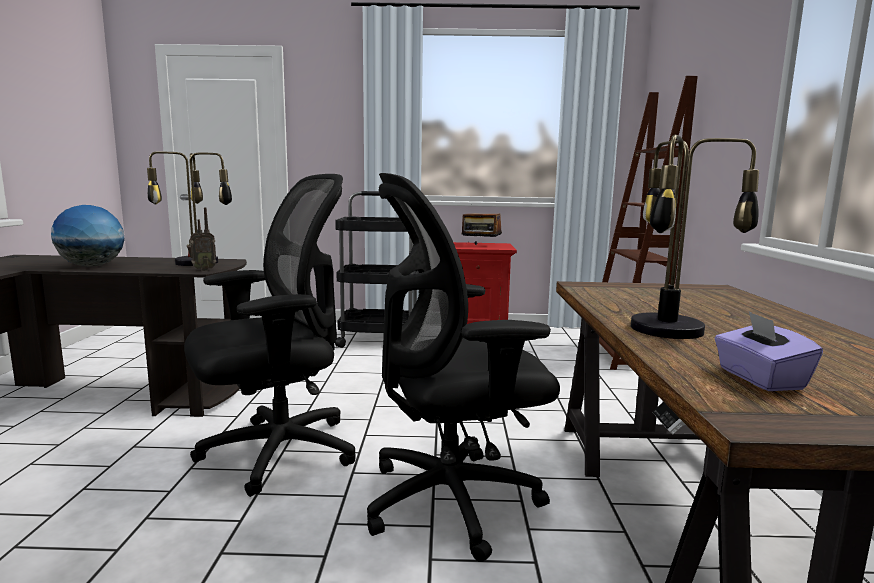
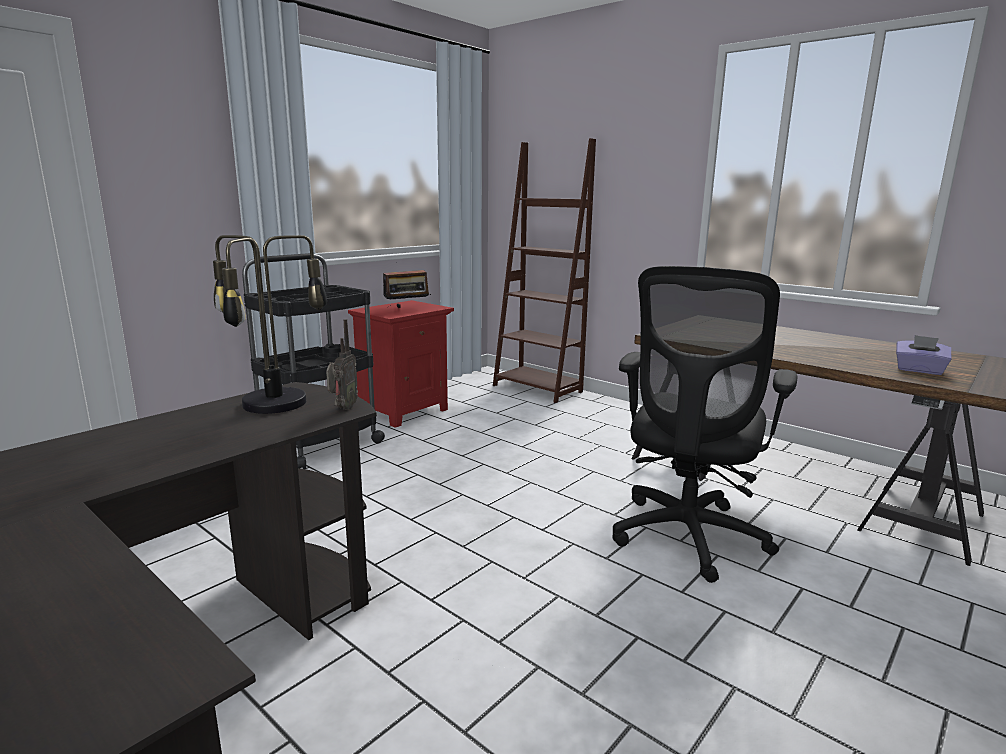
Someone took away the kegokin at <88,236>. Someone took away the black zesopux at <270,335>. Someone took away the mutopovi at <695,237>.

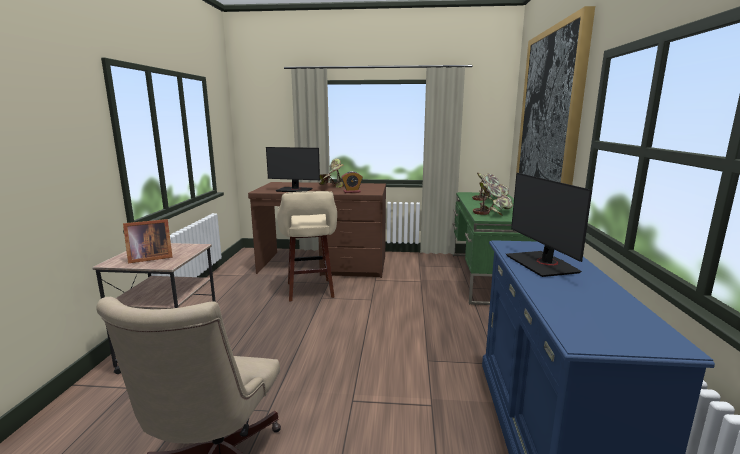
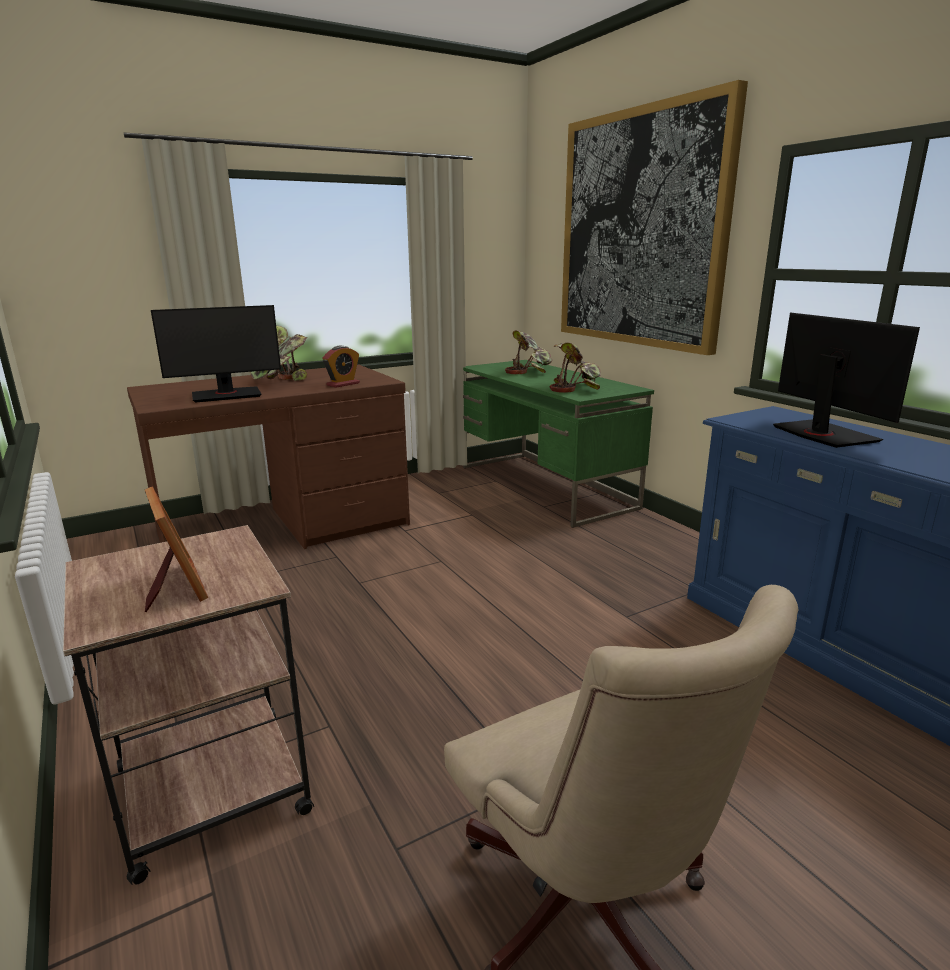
Someone rotated the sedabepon at <148,241> by 60 degrees counterclockwise. Someone took away the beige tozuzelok at <307,246>. Someone rotated the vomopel at <549,225> by 150 degrees counterclockwise.

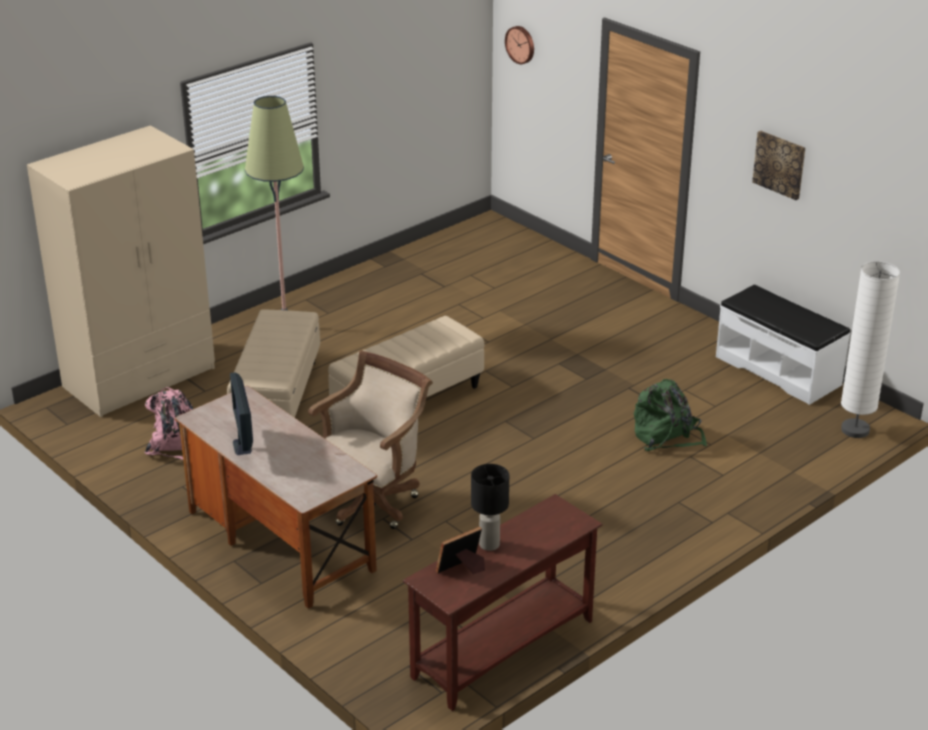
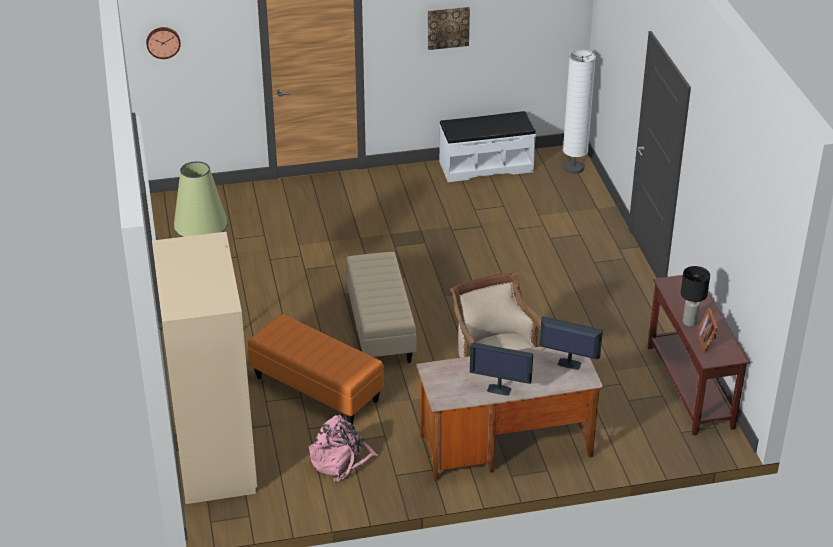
Someone repainted the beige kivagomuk at <273,363>, which became the orange kivagomuk at <316,369>. Someone took away the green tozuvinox at <670,415>. Someone put down the vomopel at <571,343>.

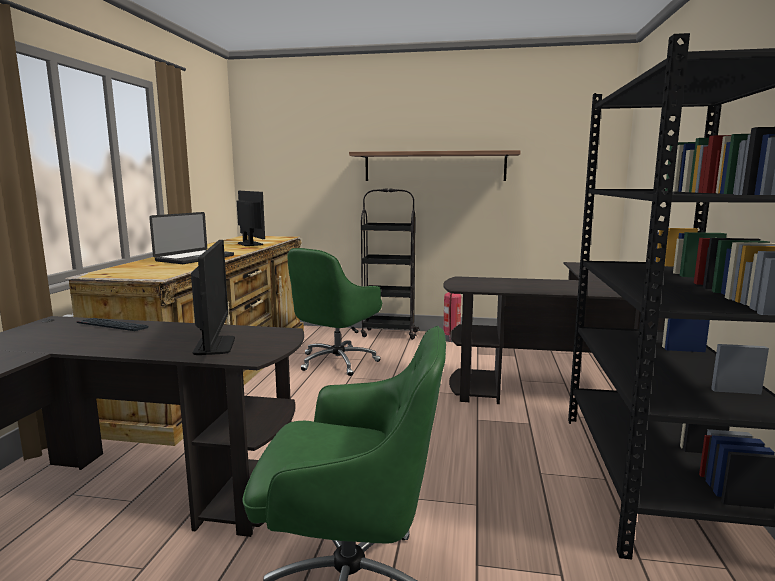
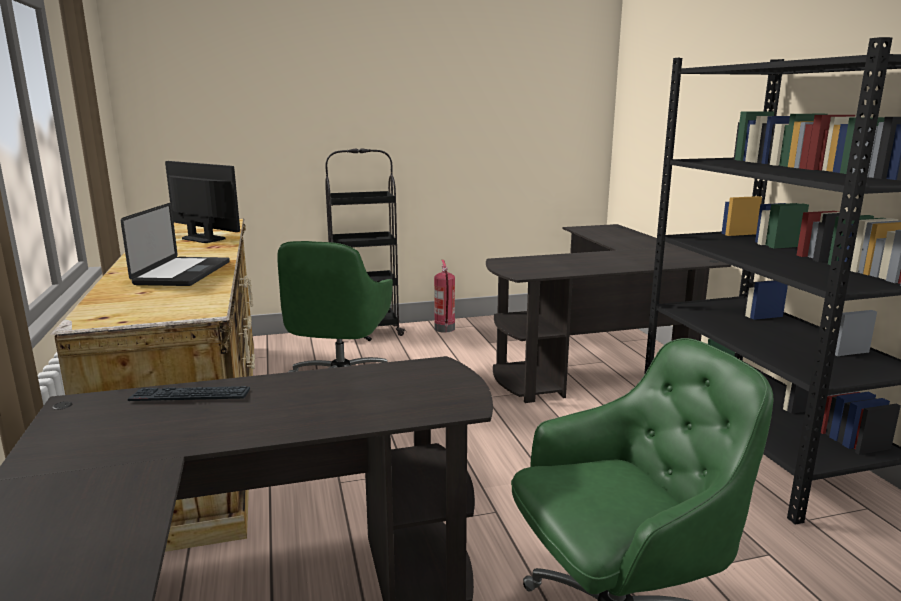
Someone took away the vomopel at <213,297>. Someone took away the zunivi at <435,165>.

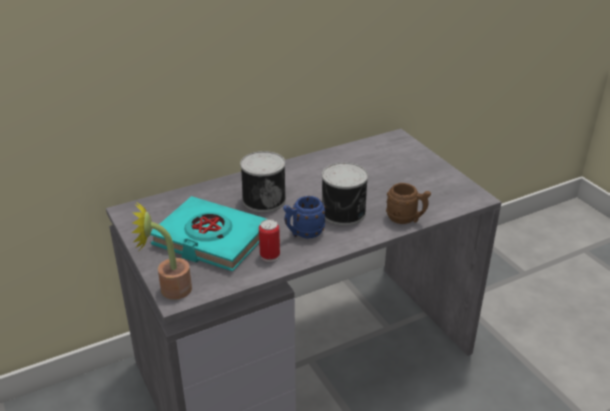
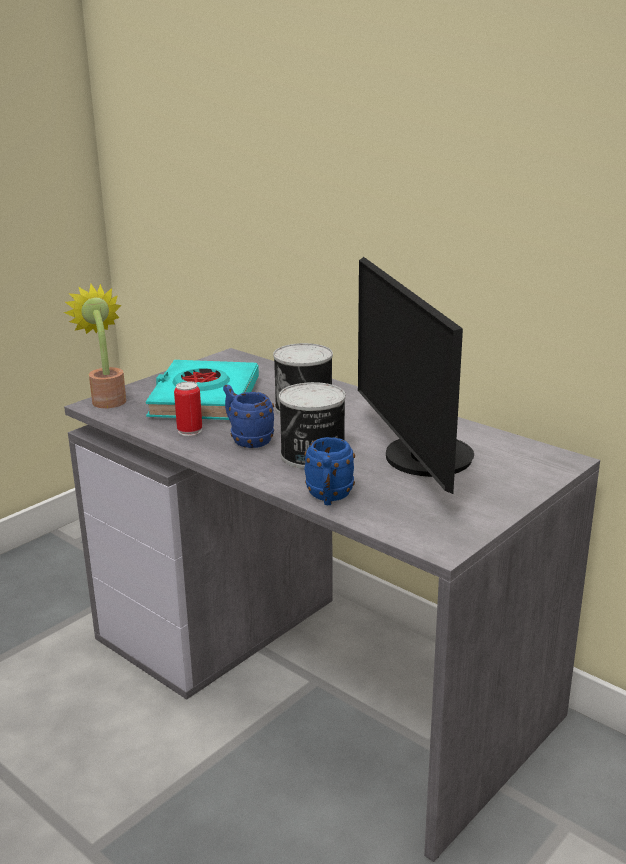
Someone repainted the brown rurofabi at <408,203>, which became the blue rurofabi at <329,471>. Someone put down the vomopel at <416,375>.

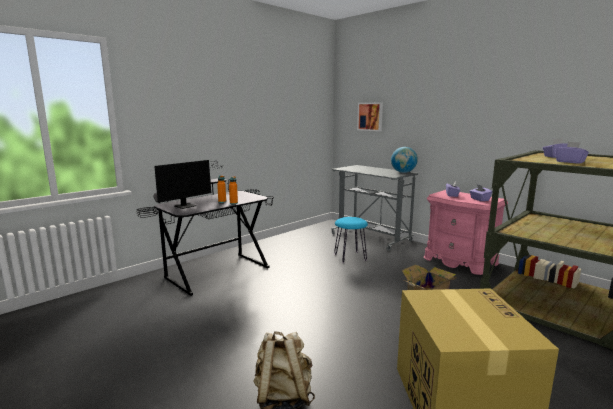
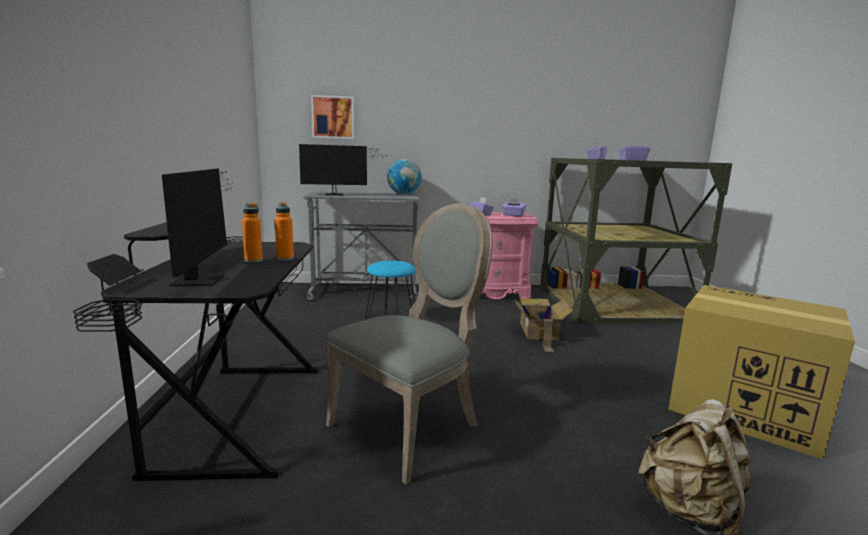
Someone put down the vomopel at <340,170>. Someone put down the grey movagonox at <409,344>.

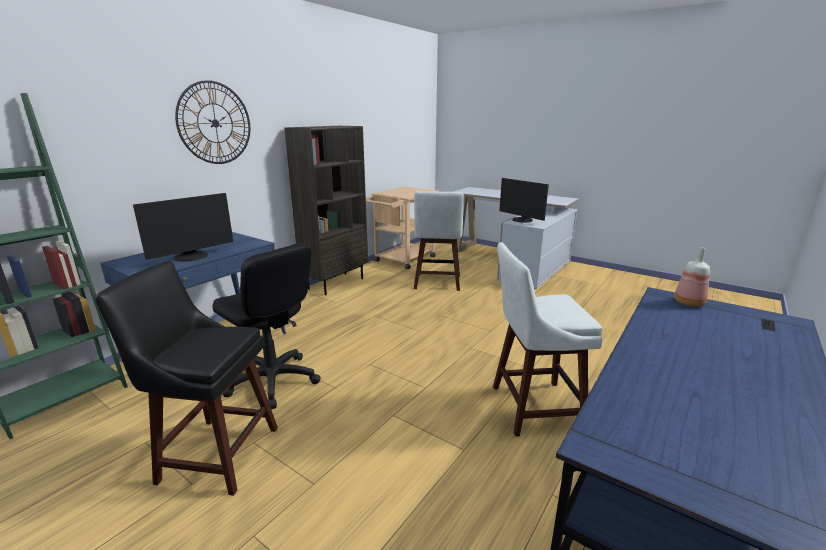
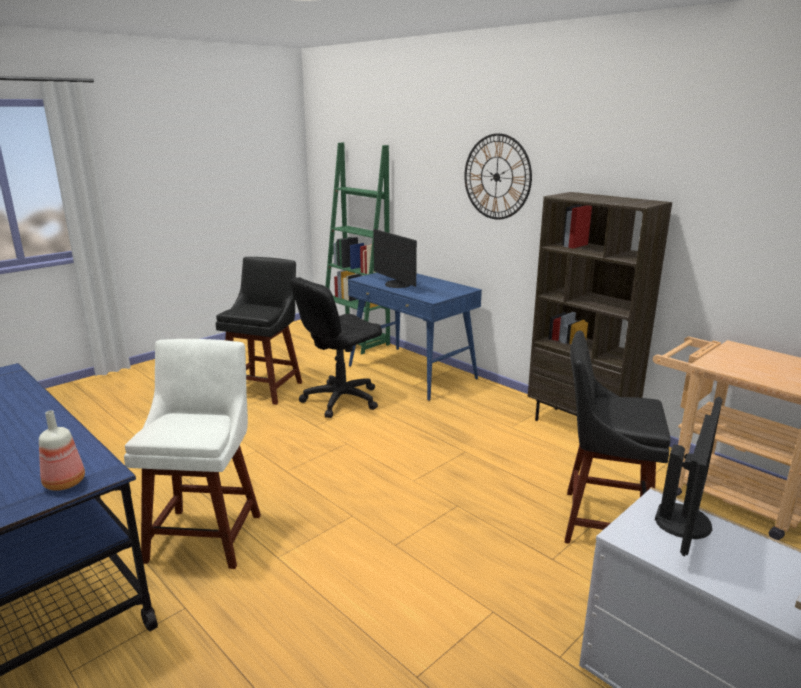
Someone repainted the white movagonox at <439,241>, which became the black movagonox at <618,437>. Someone rotated the vomopel at <524,200> by 150 degrees clockwise.

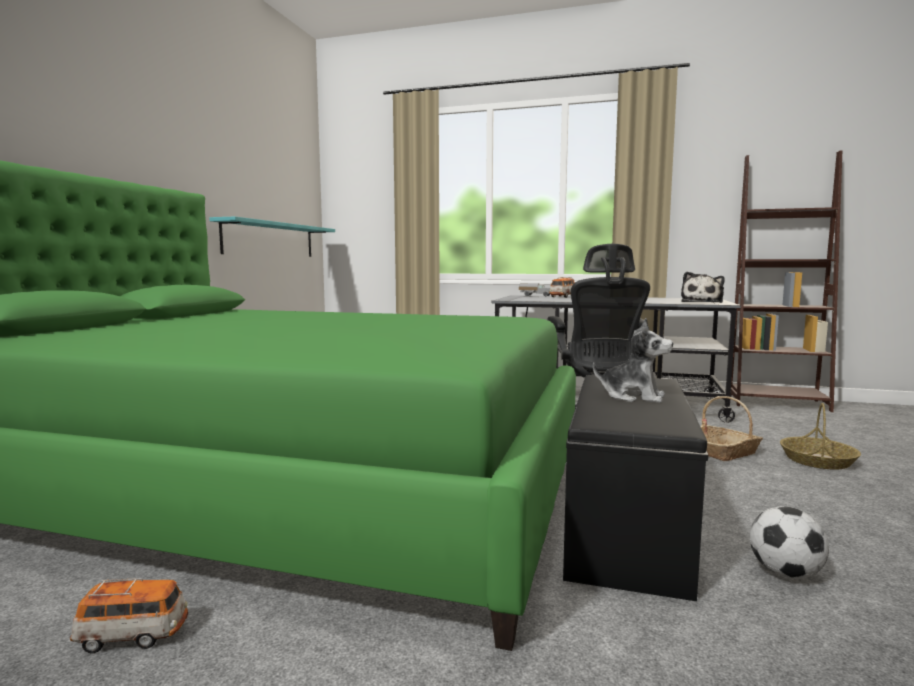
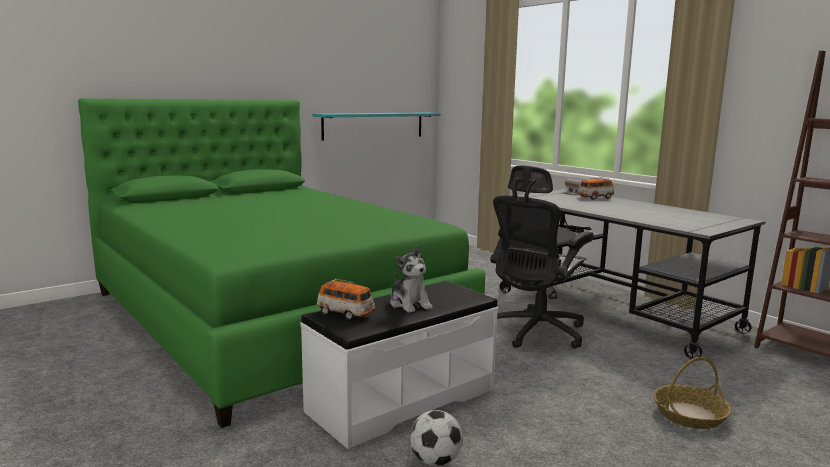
Someone carried the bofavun from <129,615> to <345,299>. Someone repainted the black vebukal at <635,488>, which became the white vebukal at <399,365>. Someone took away the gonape at <703,287>. Someone took away the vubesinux at <732,428>.

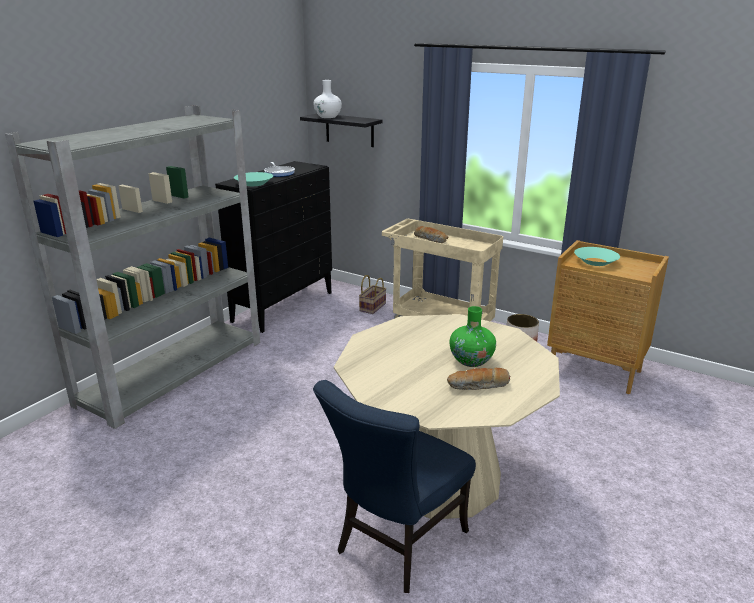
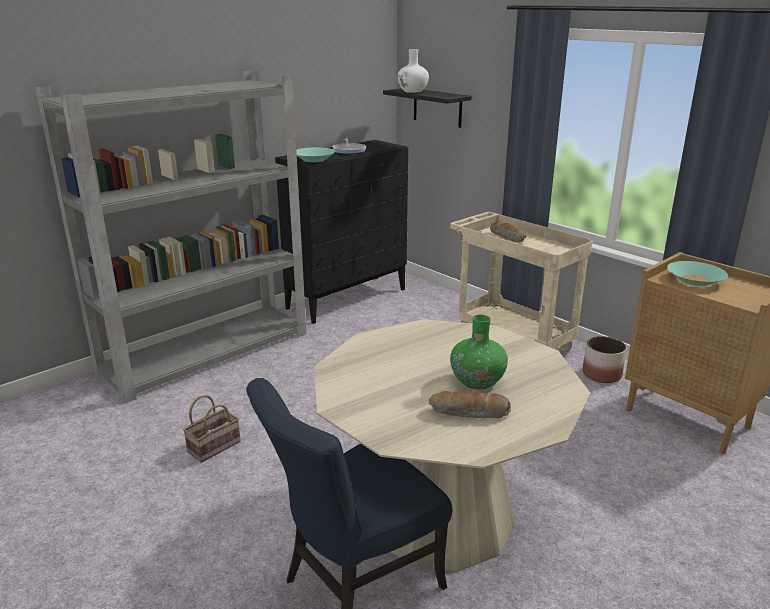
Someone carried the vubesinux from <373,294> to <212,429>.

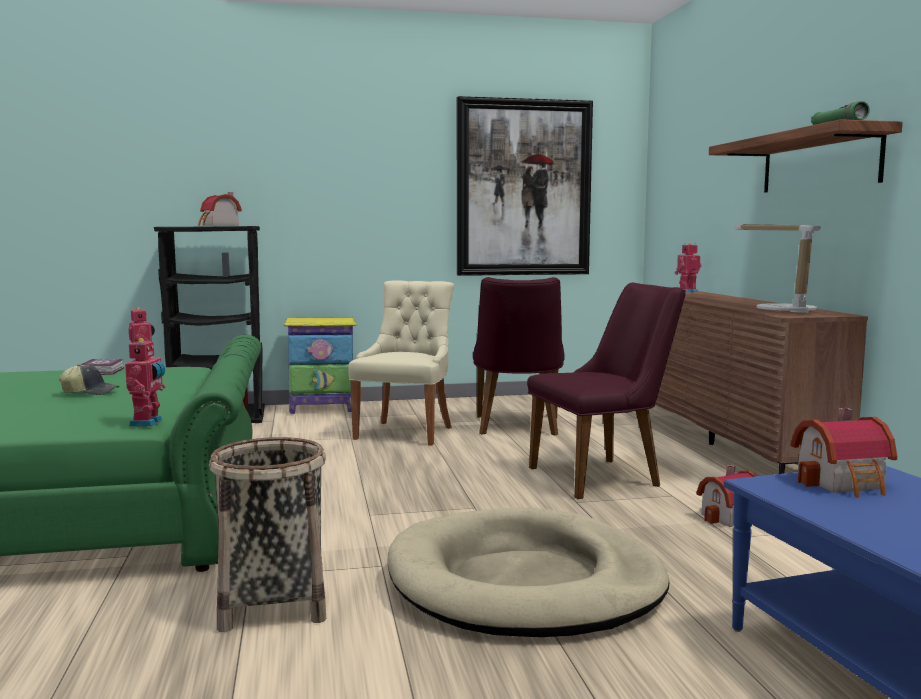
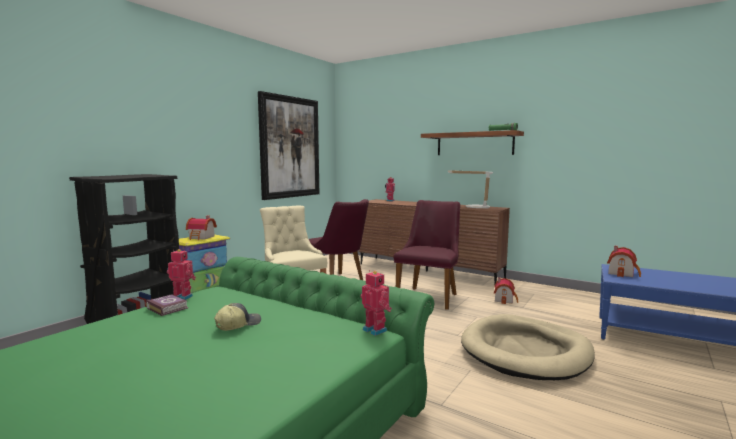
Someone carried the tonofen from <220,209> to <201,228>. Someone took away the vubesinux at <267,534>.

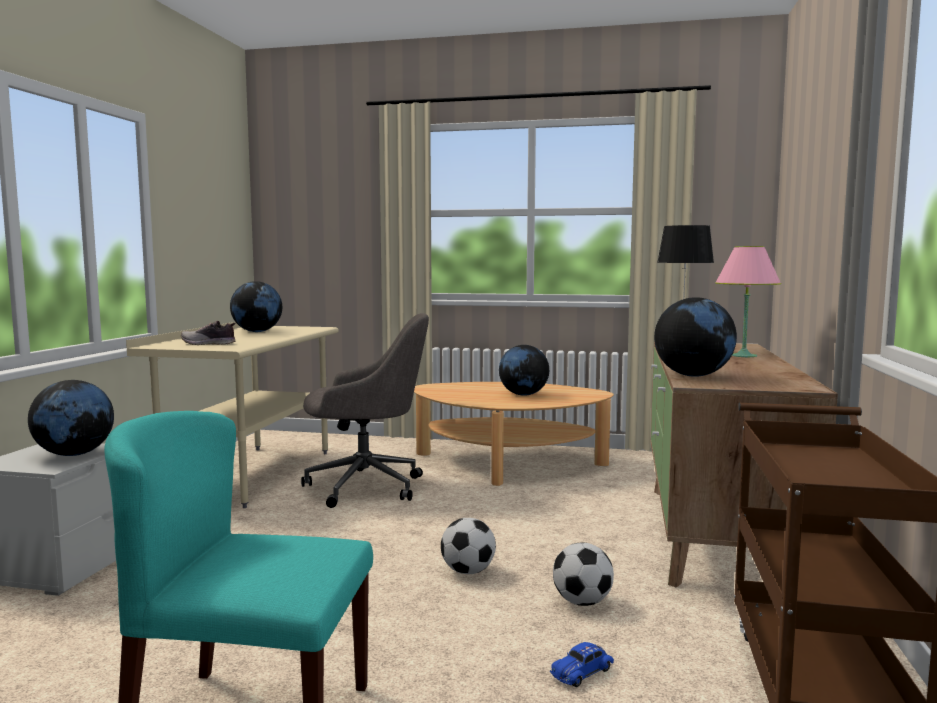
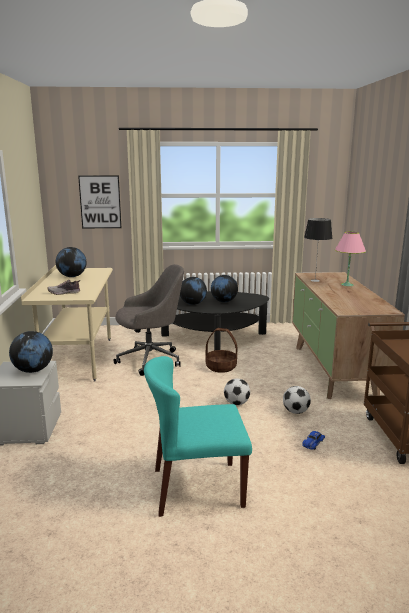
Someone repainted the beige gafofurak at <514,434>, which became the black gafofurak at <215,321>. Someone carried the kegokin from <695,337> to <193,291>. Someone put up the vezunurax at <99,202>. Someone put down the vubesinux at <221,350>.

